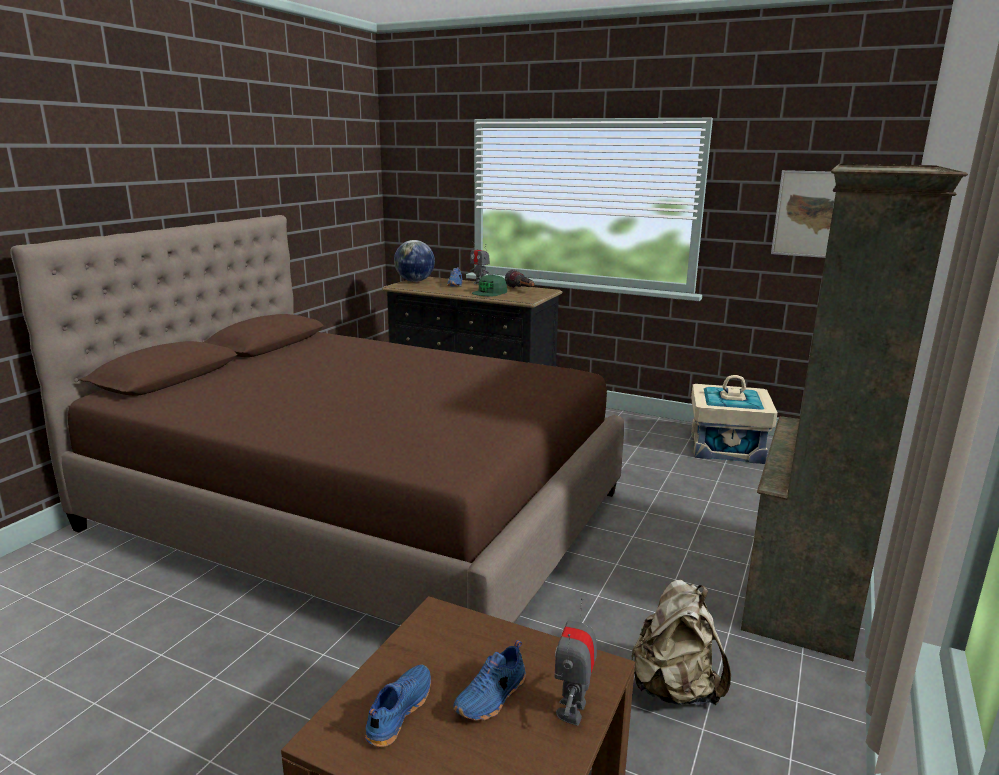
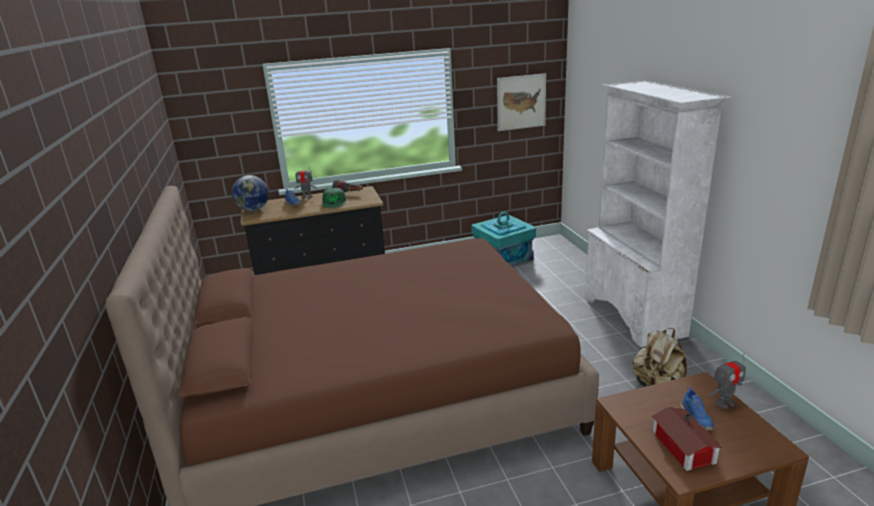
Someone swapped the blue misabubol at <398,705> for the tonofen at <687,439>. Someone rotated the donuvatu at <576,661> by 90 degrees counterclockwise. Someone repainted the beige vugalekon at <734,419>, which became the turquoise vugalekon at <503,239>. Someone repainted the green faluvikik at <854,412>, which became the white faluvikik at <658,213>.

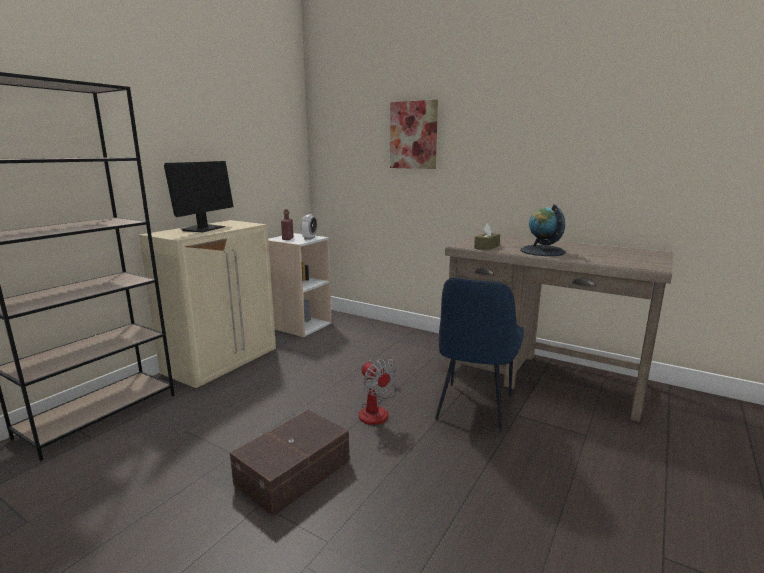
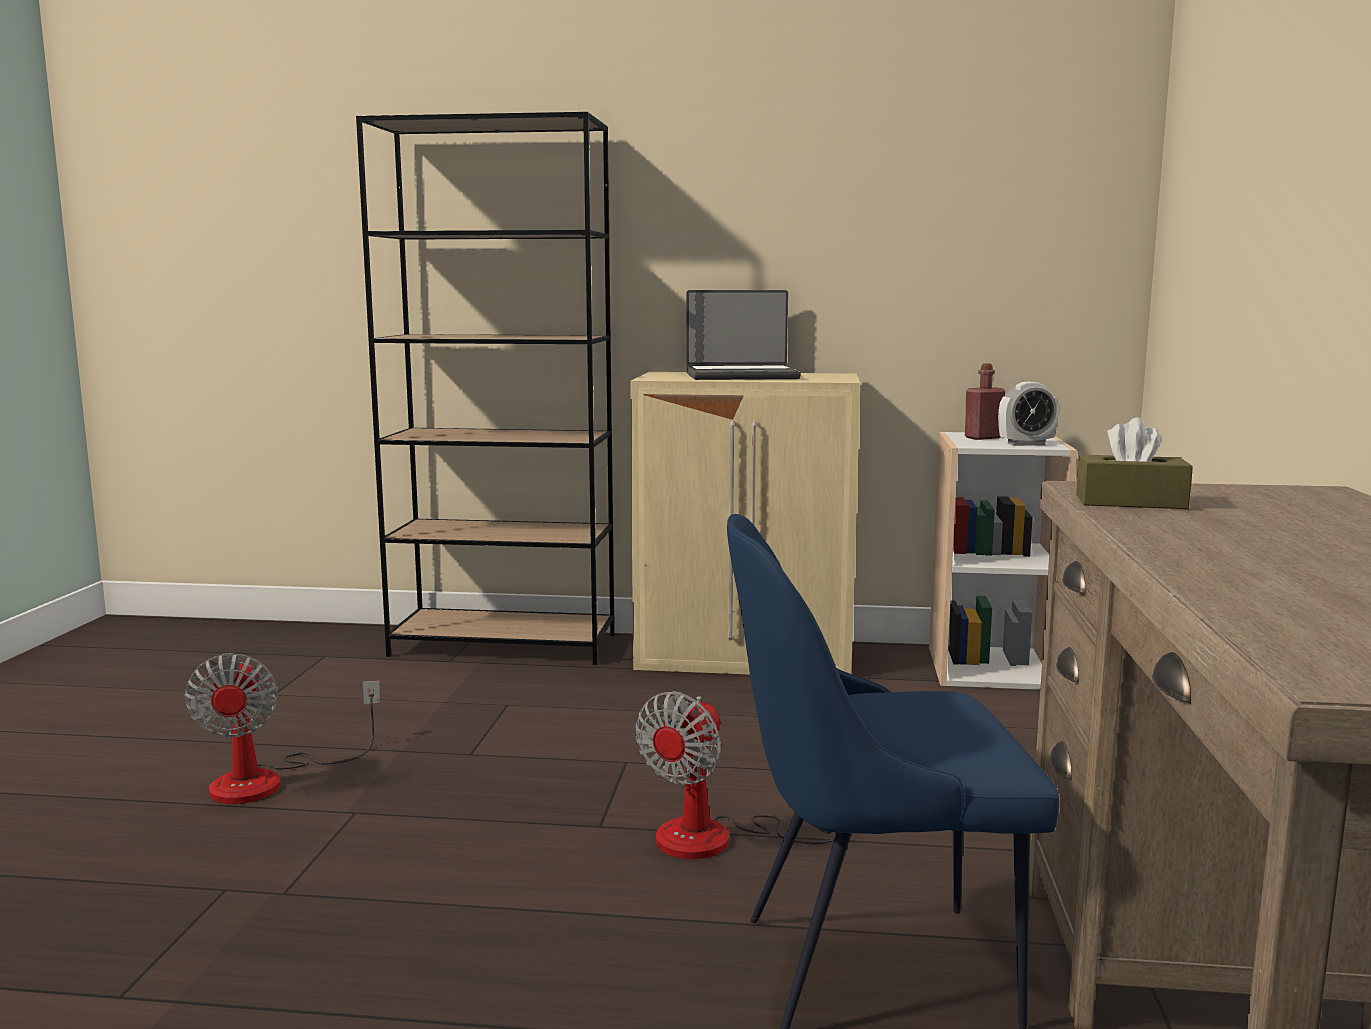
Someone swapped the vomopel at <199,196> for the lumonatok at <743,335>. Someone took away the brown vugalekon at <290,463>. Someone took away the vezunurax at <414,134>. Someone took away the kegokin at <543,230>. Someone put down the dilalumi at <282,728>.

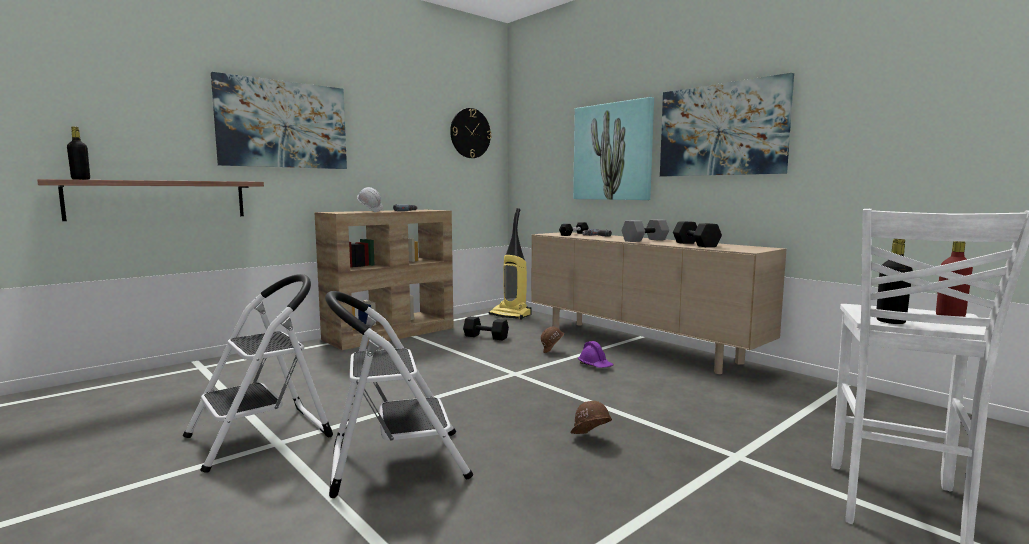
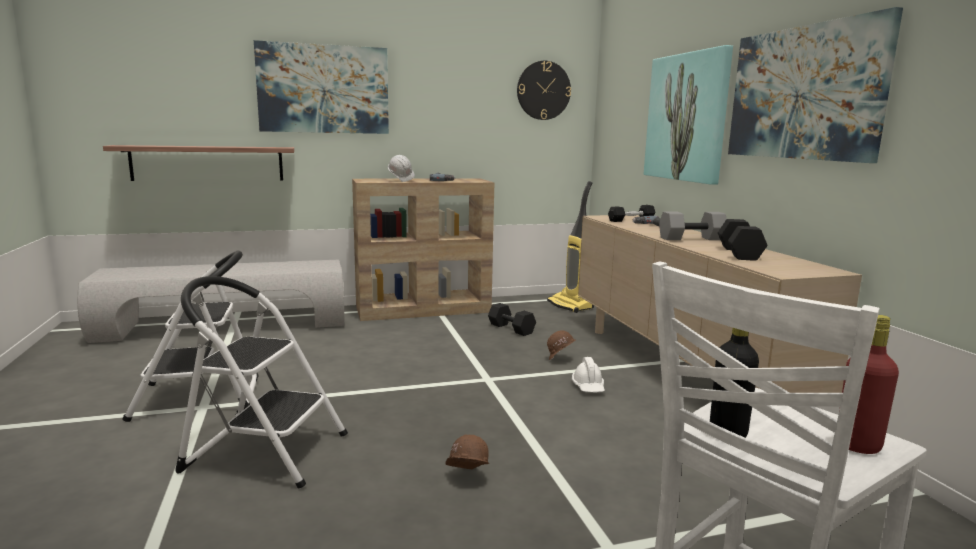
Someone took away the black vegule at <78,153>. Someone repainted the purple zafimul at <595,354>, which became the white zafimul at <588,375>. Someone put down the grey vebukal at <210,301>.

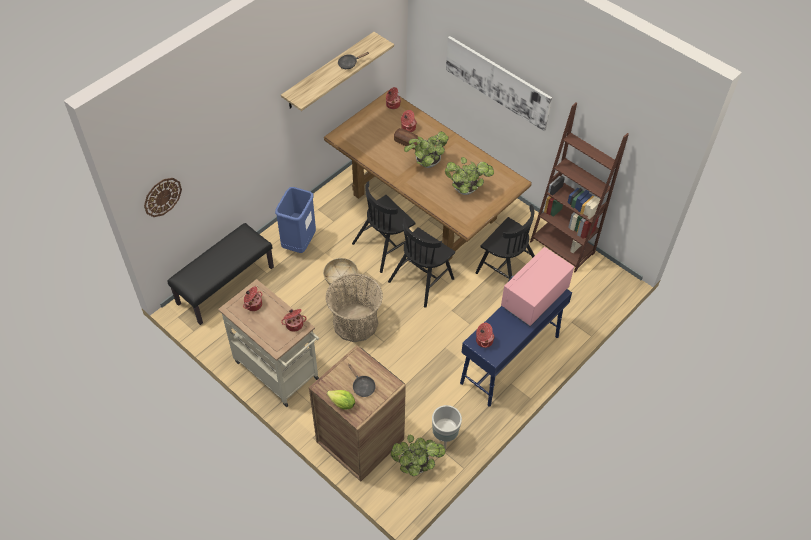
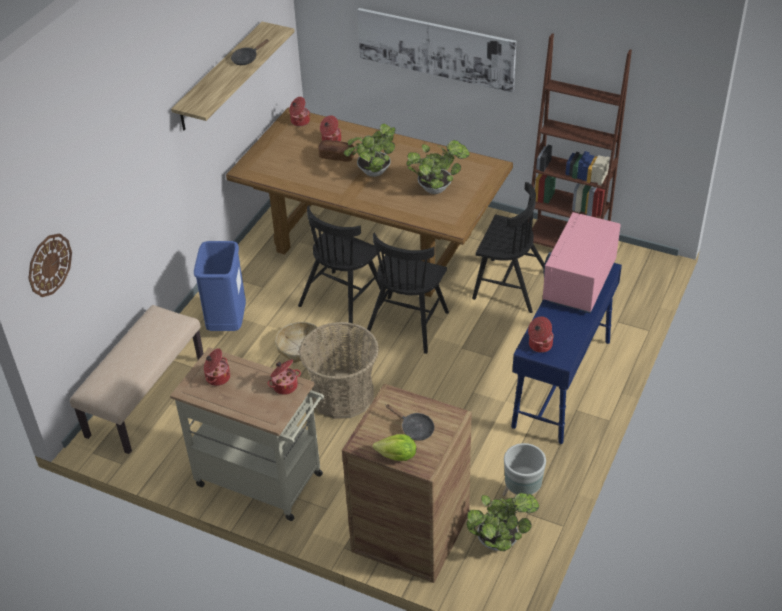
Someone repainted the black vebukal at <220,274>, which became the beige vebukal at <137,379>.

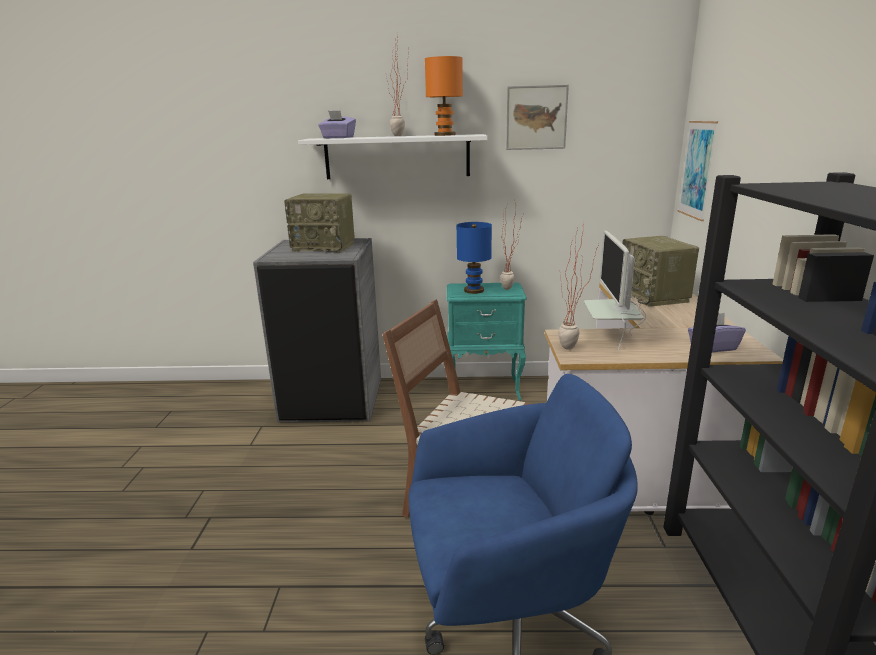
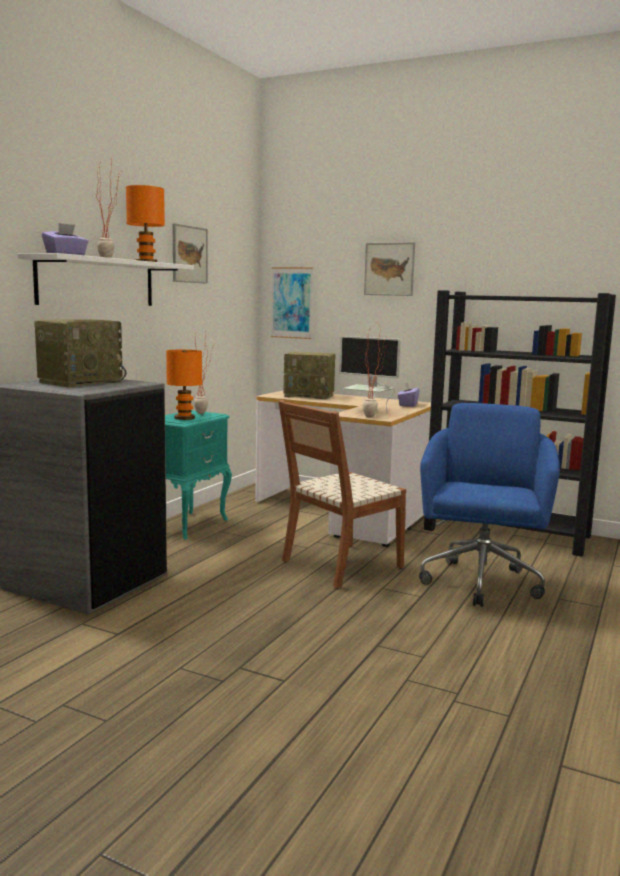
Someone repainted the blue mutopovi at <474,258>, which became the orange mutopovi at <184,385>. Someone put up the vezunurax at <389,269>.

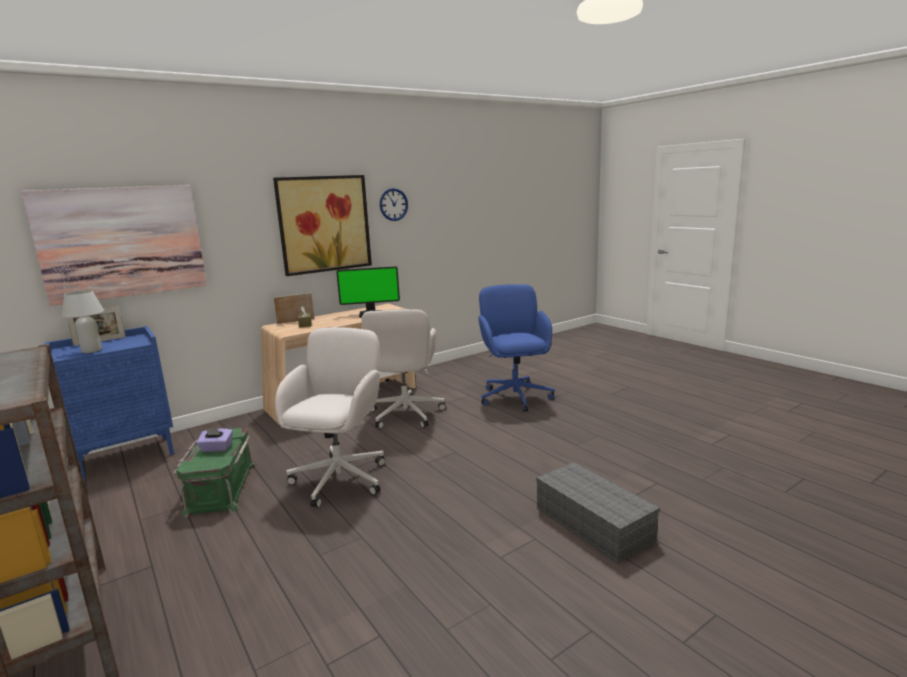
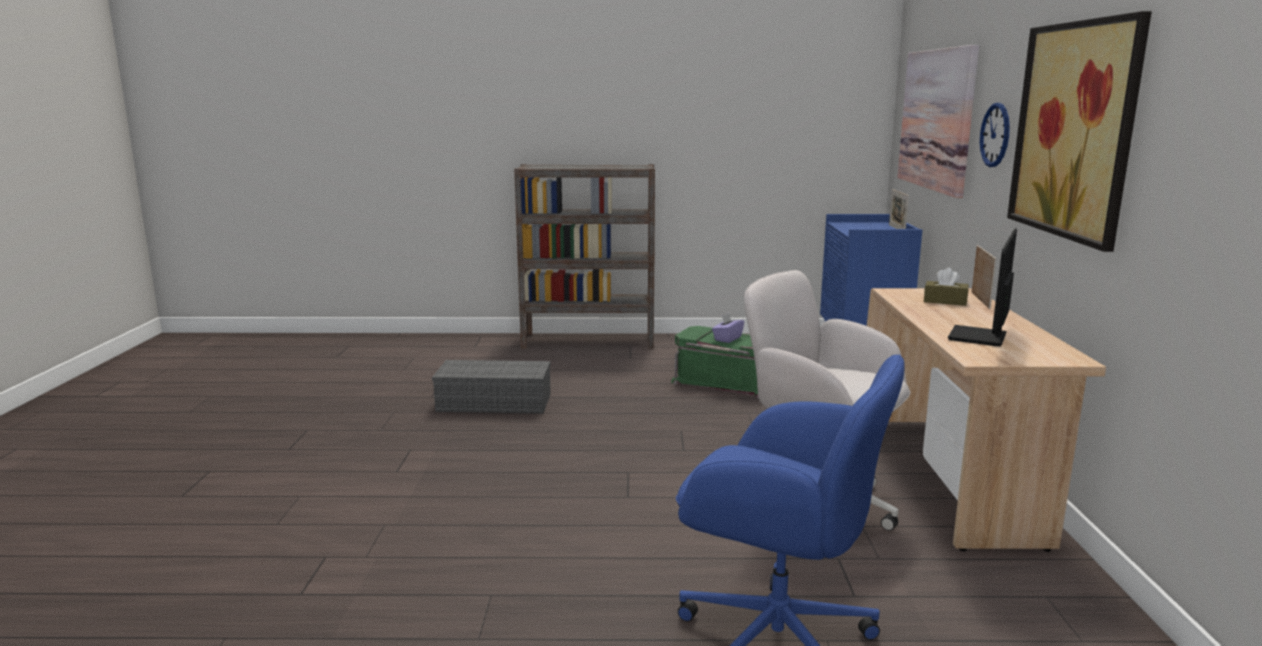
Someone took away the white mutopovi at <83,321>. Someone took away the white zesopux at <330,417>. Someone carried the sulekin from <394,204> to <995,135>. Someone carried the grey vugalekon from <598,513> to <491,386>.

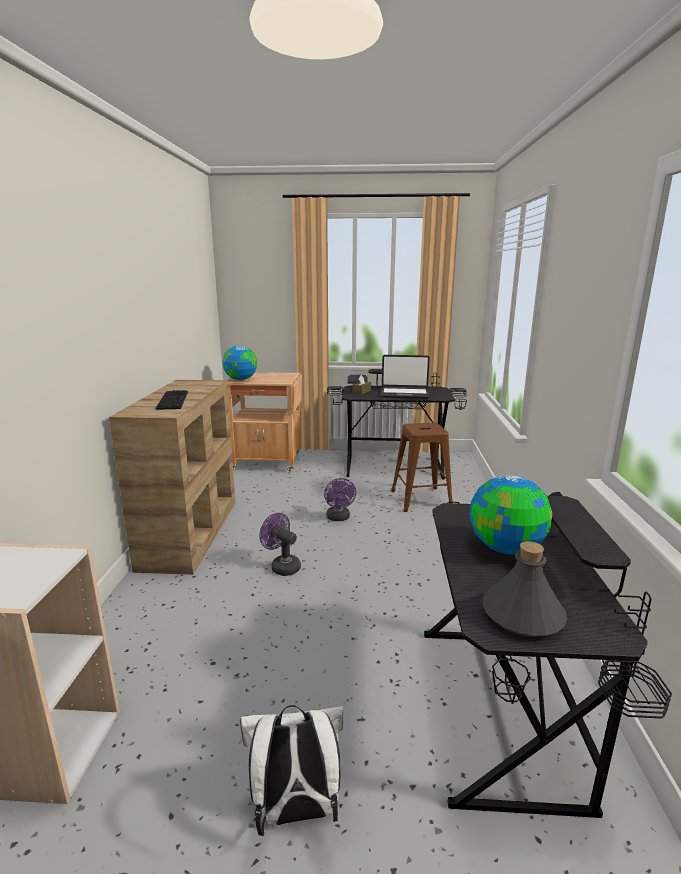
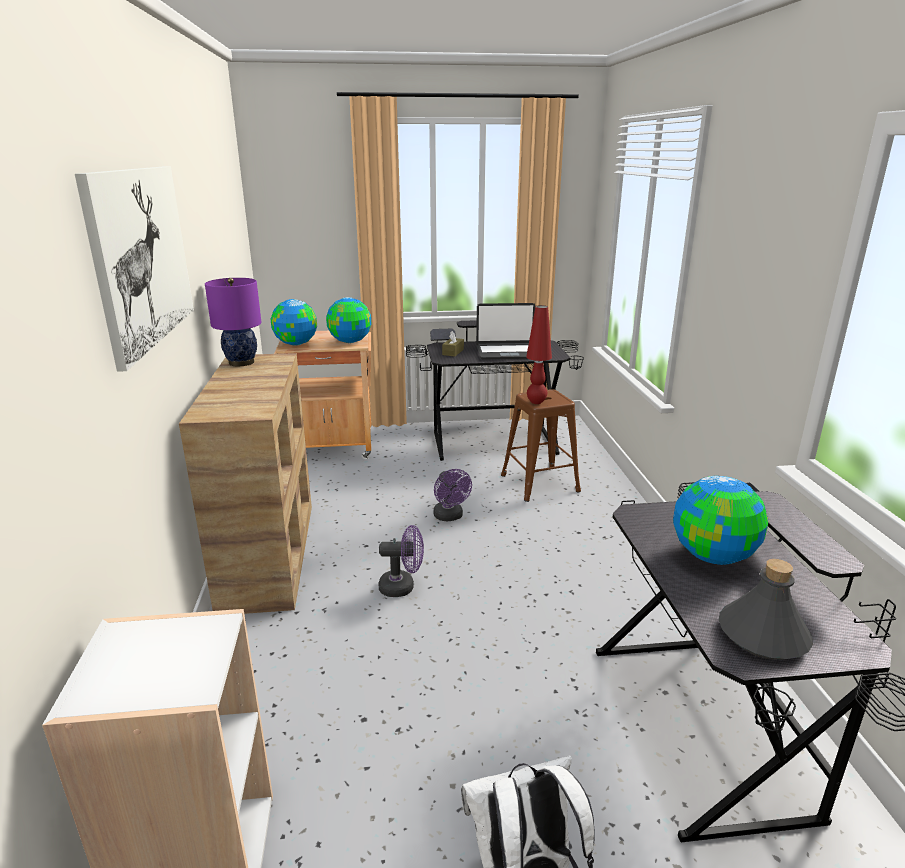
Someone took away the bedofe at <172,400>. Someone rotated the purple dilalumi at <280,544> by 150 degrees clockwise. Someone put up the vezunurax at <134,269>. Someone put down the purple mutopovi at <233,322>. Someone put down the kegokin at <348,320>. Someone put down the red mutopovi at <539,354>.

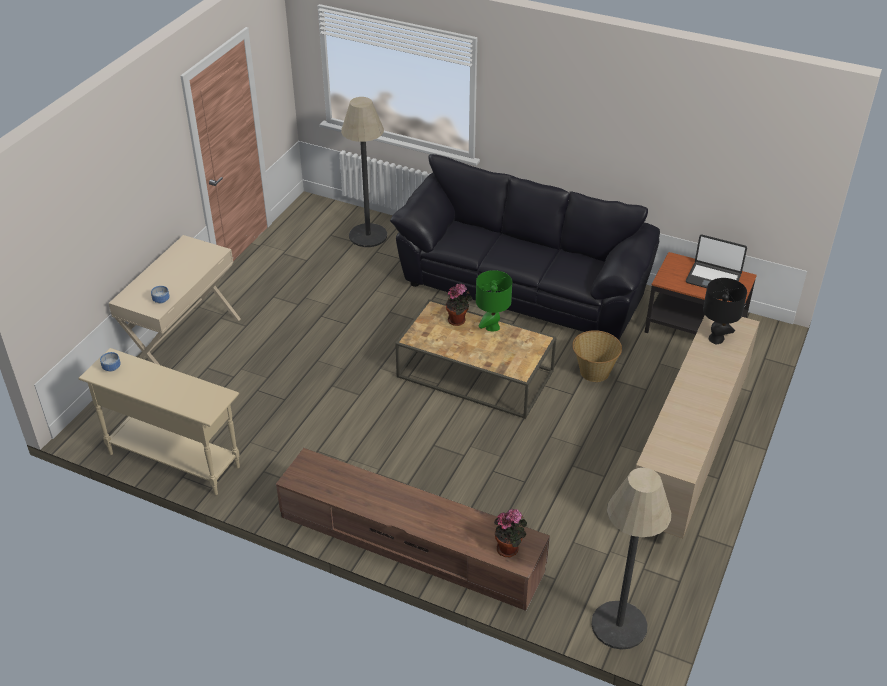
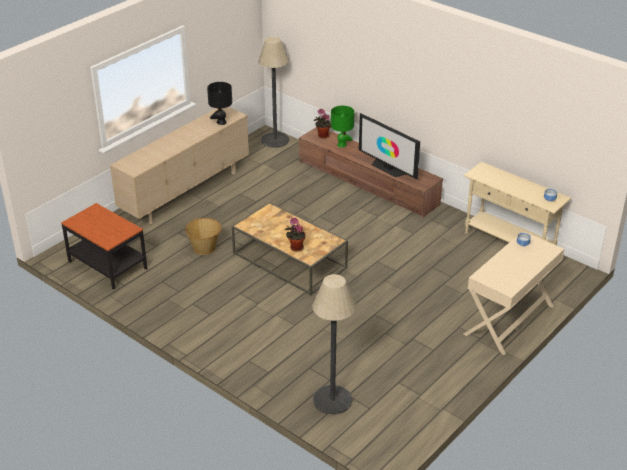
Someone took away the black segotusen at <525,247>. Someone carried the green mutopovi from <494,301> to <343,127>. Someone took away the lumonatok at <716,261>. Someone carried the black mutopovi from <725,311> to <219,103>. Someone put down the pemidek at <389,146>.

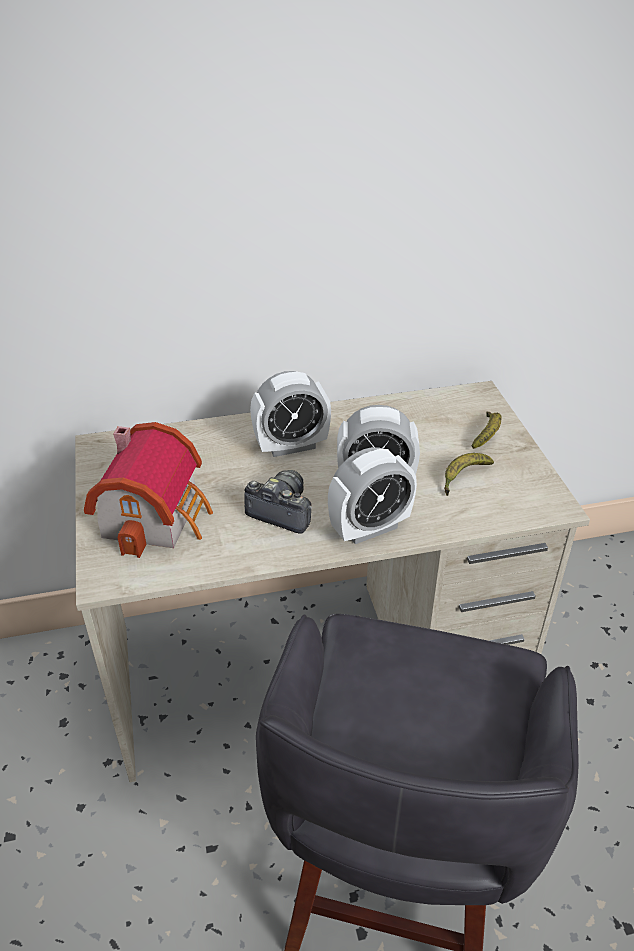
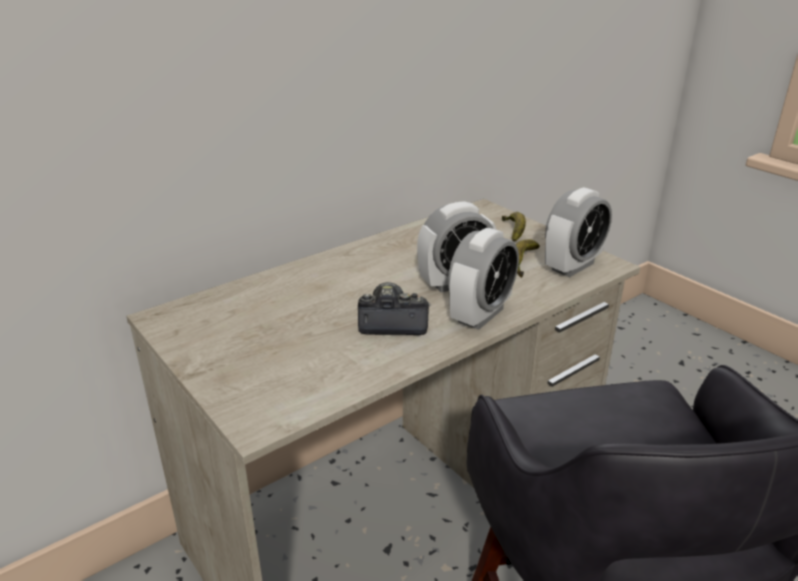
Someone took away the tonofen at <148,490>. Someone carried the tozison from <290,414> to <578,232>.

